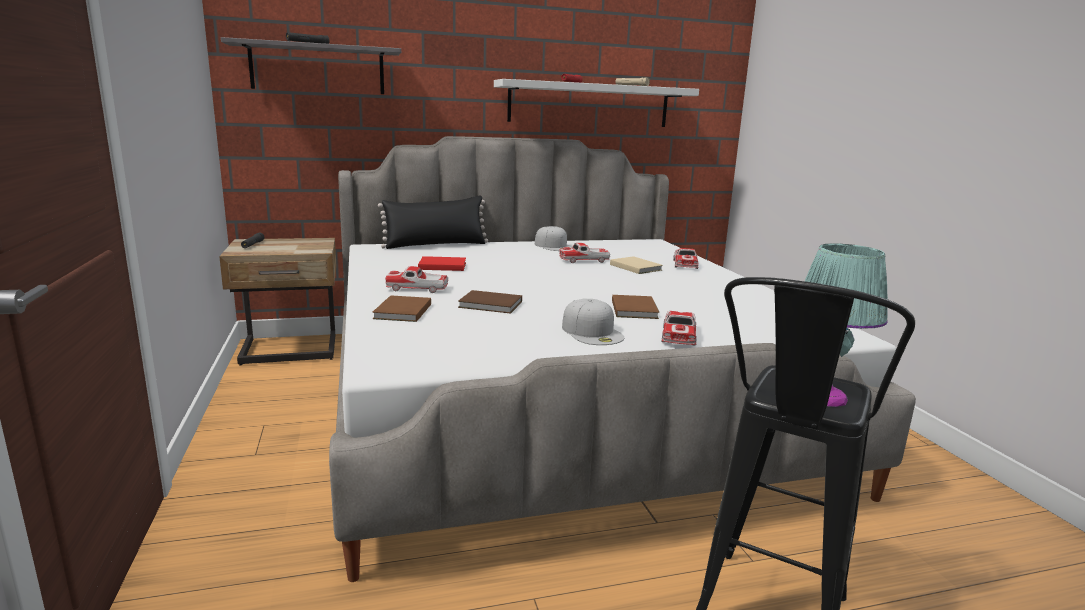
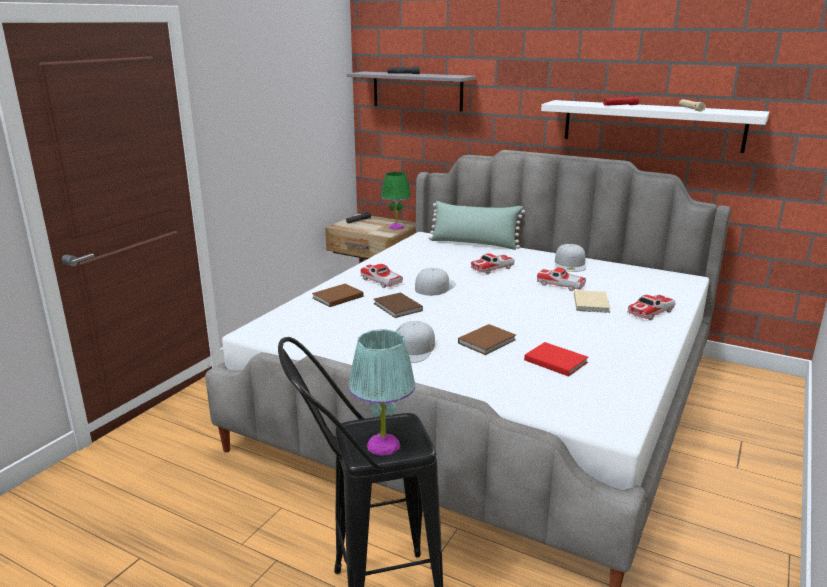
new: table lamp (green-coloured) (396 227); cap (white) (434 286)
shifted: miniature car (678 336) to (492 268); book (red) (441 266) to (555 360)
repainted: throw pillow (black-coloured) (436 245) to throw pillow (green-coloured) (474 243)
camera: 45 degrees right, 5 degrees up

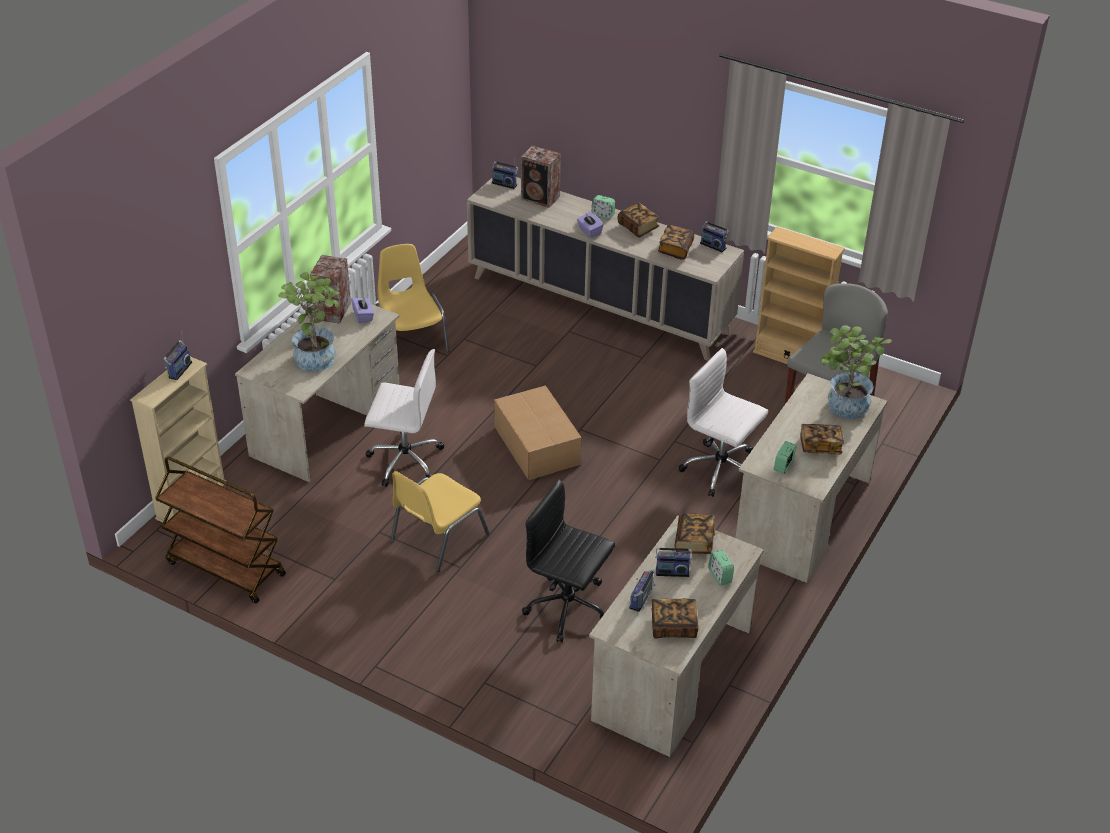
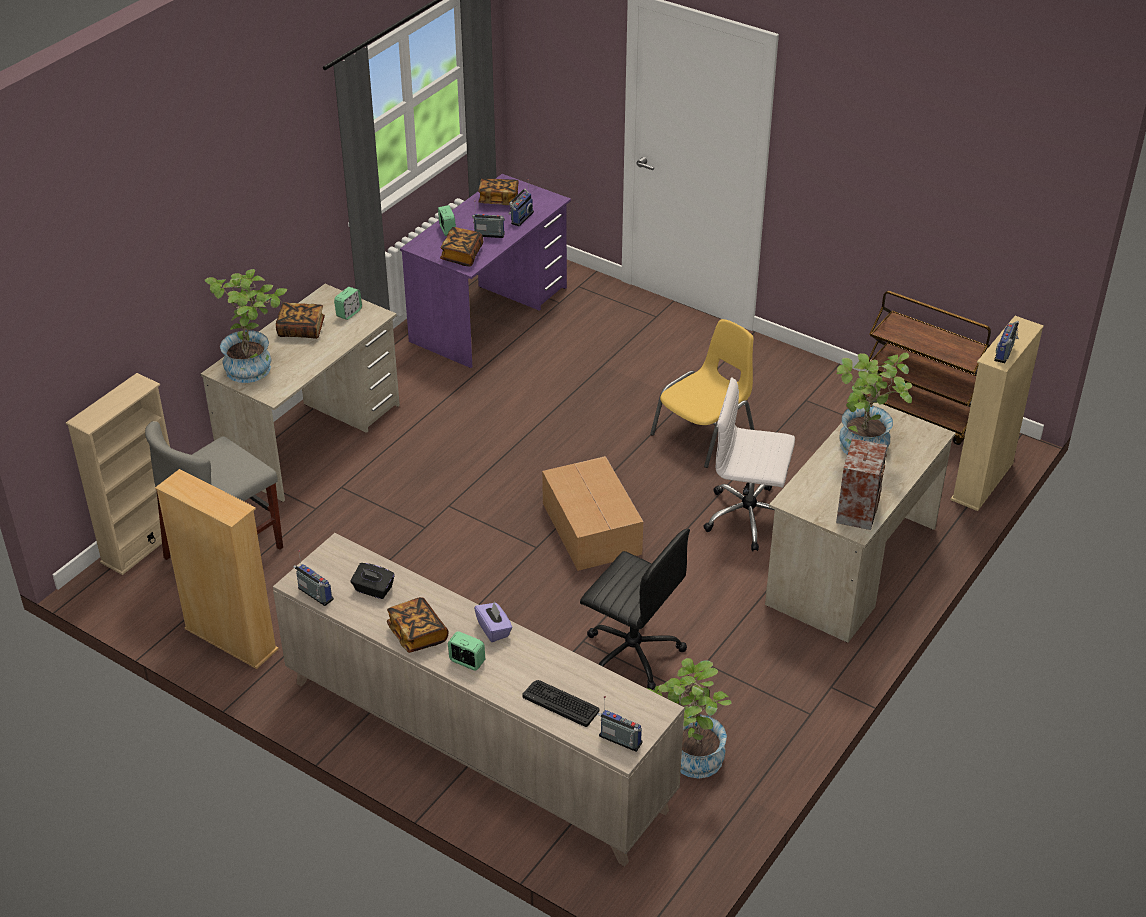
gone: tissue holder (purple-coloured) (363 316); plain chair (yellow) (410 339); desk chair (white) (721 469)
new: shelving unit (beige) (144 543); houseplant (688 759)
shifted: desk chair (black-coloured) (569 608) to (631 653)
swapped: book (675 249) to tissue holder (black-coloured) (373 590); loudspeaker (541 198) to keyboard (561 703)
repainted: desk (beige) (672 675) to desk (purple-coloured) (489 314)
camera: 175 degrees left, 0 degrees up

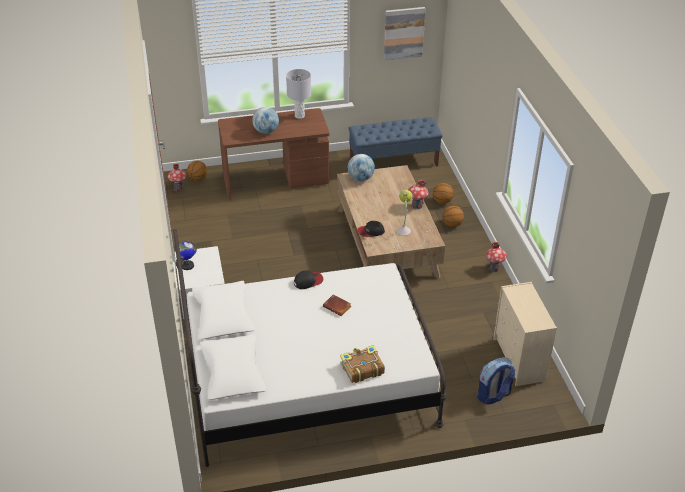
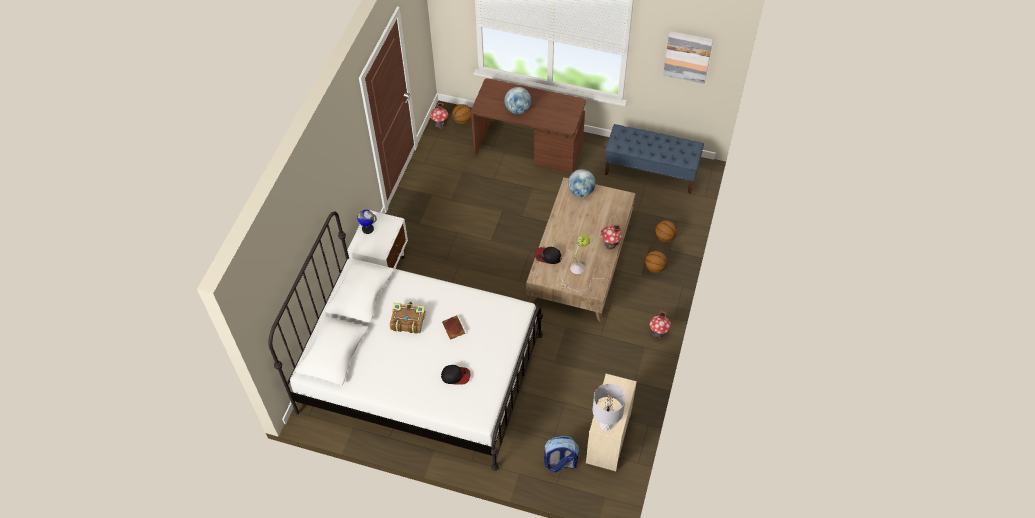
shifted: book (361 368) to (407 320); cap (308 281) to (456 376); table lamp (greyish) (299 116) to (605 424)
camera: 30 degrees right, 15 degrees up

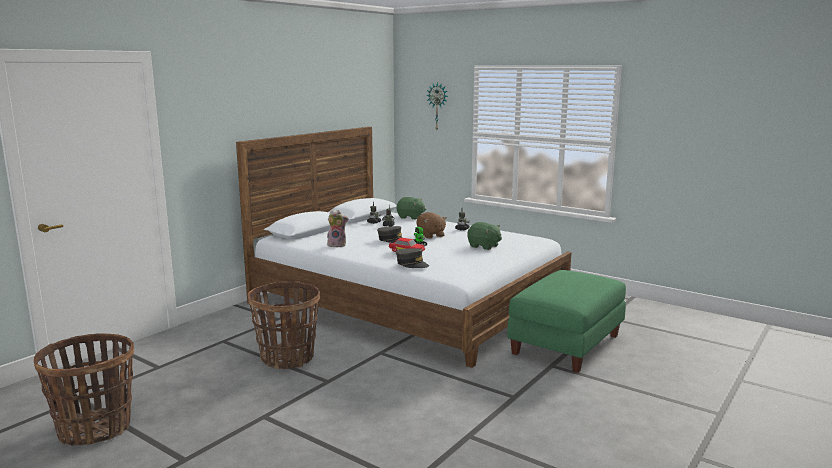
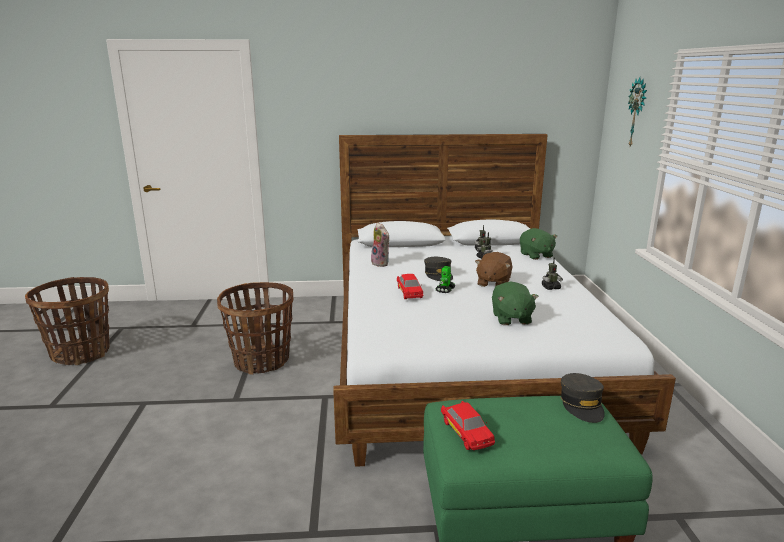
new: miniature car (red) (466 432)
shifted: cap (greyish) (412 264) to (582 405)
camera: 50 degrees right, 5 degrees up

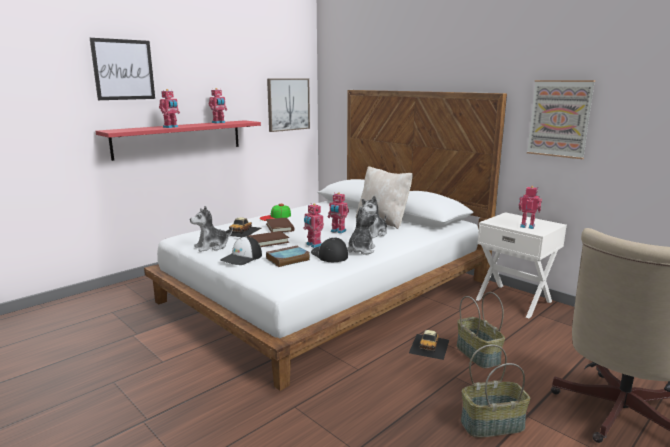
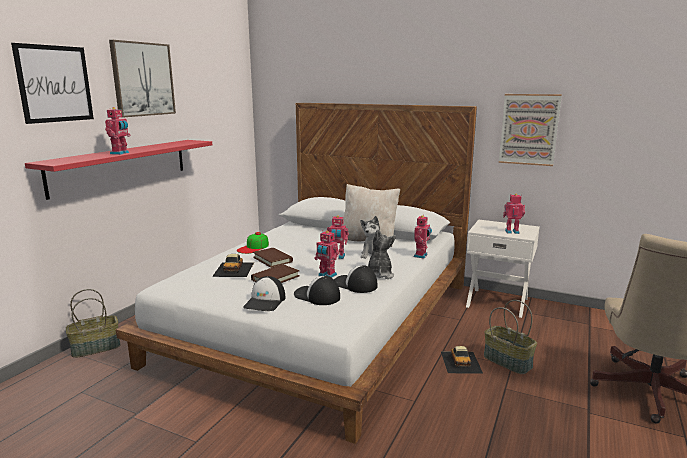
gone: plush toy (212 246)
shifted: basket (492 424) to (96 347); wall picture (288 104) to (143 79); robot figure (219 122) to (421 256)
swapped: book (287 259) to cap (317 296)
camera: 20 degrees left, 0 degrees up

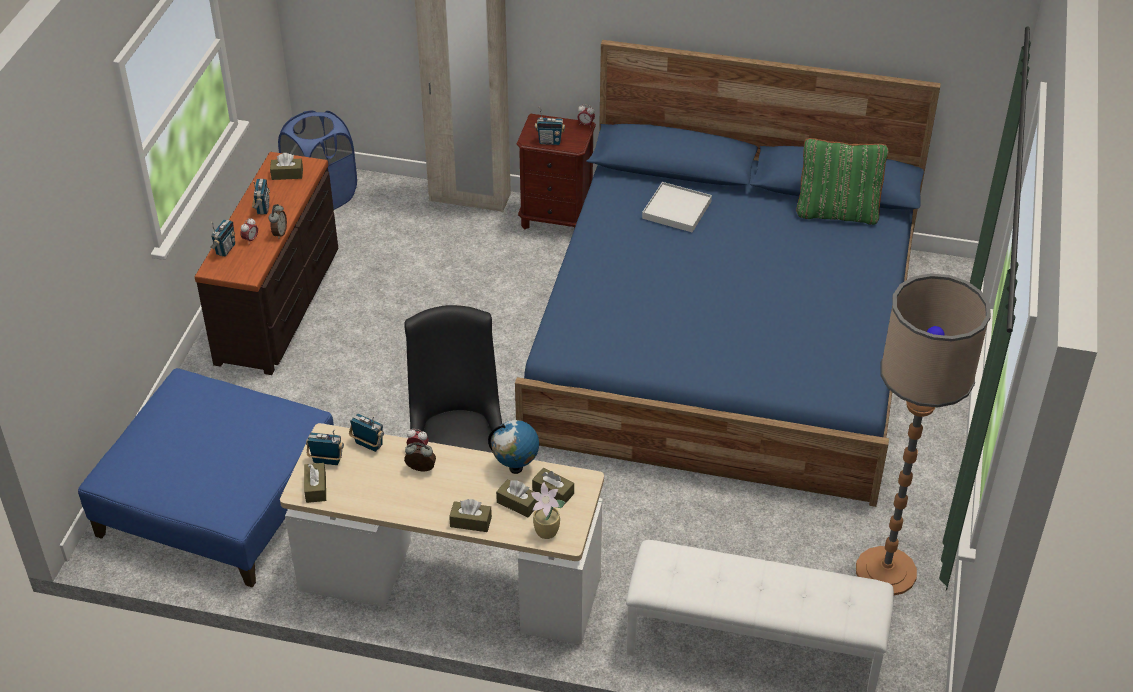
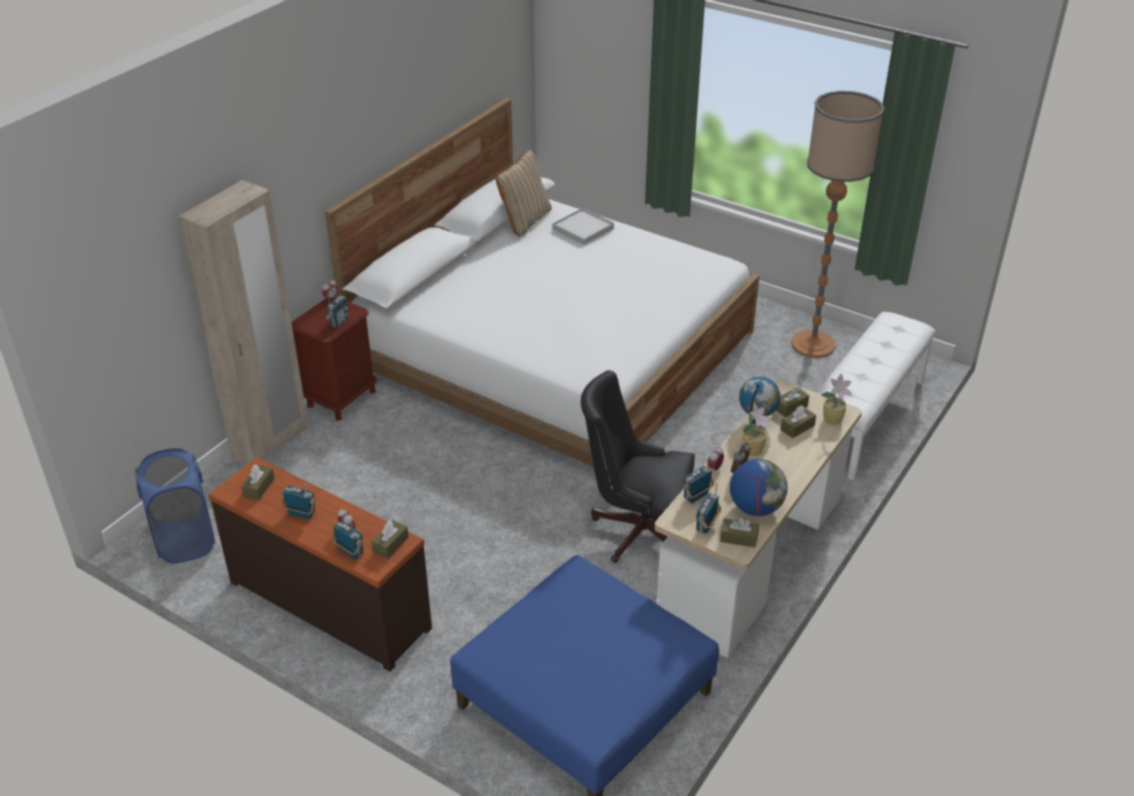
gone: bedside clock (279 233)
new: desk globe (755 508); houseplant (753 450)
shifted: tissue holder (brown-coloured) (470 522) to (390 544); carrying tray (white) (677 210) to (583 229)
repainted: bed (bluish) (725 342) to bed (white) (553 350); throw pillow (green-coloured) (837 212) to throw pillow (beige) (524 220)
camera: 70 degrees left, 5 degrees down

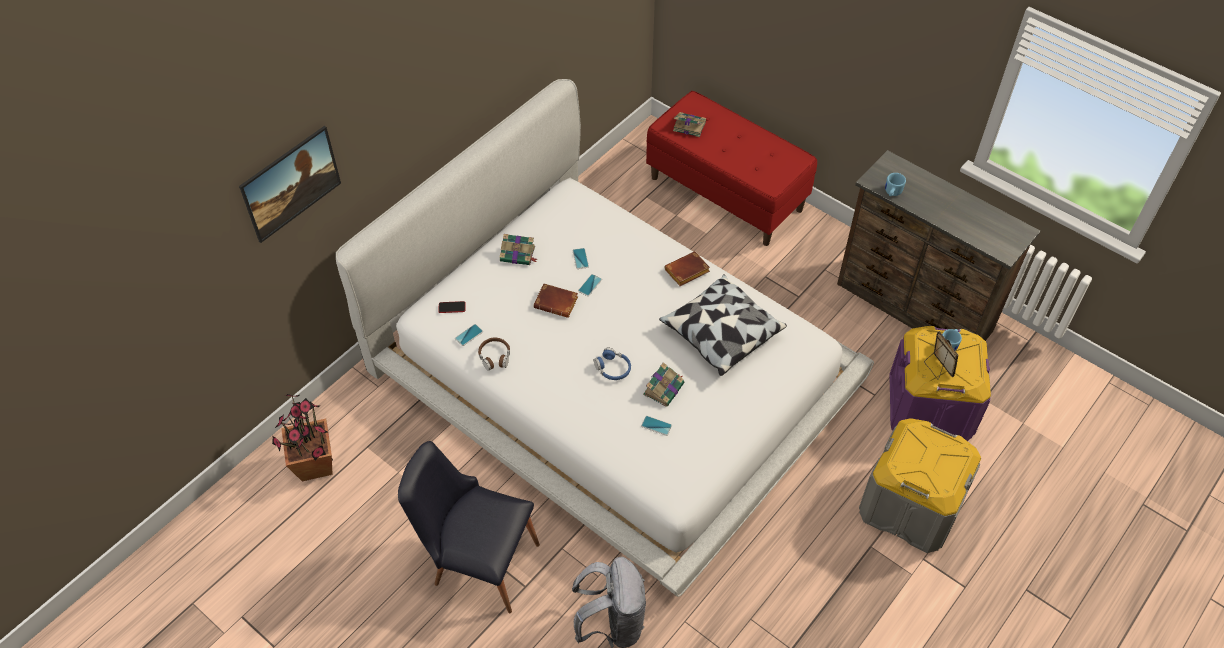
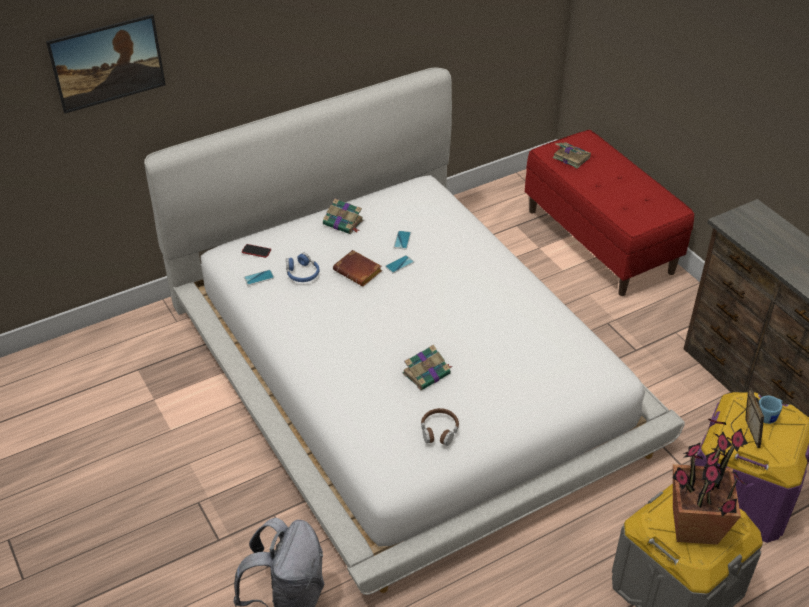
gone: plain chair (black-coloured) (477 560); telephone (656 426); throw pillow (720 333); book (brown-coloured) (686 272); tea mug (bluish) (892 193)
shifted: pair of headphones (bluish) (613 368) to (302 273); pair of headphones (brown-coloured) (495 356) to (439 431); houseplant (315 465) to (694 526)
camera: 20 degrees right, 10 degrees down

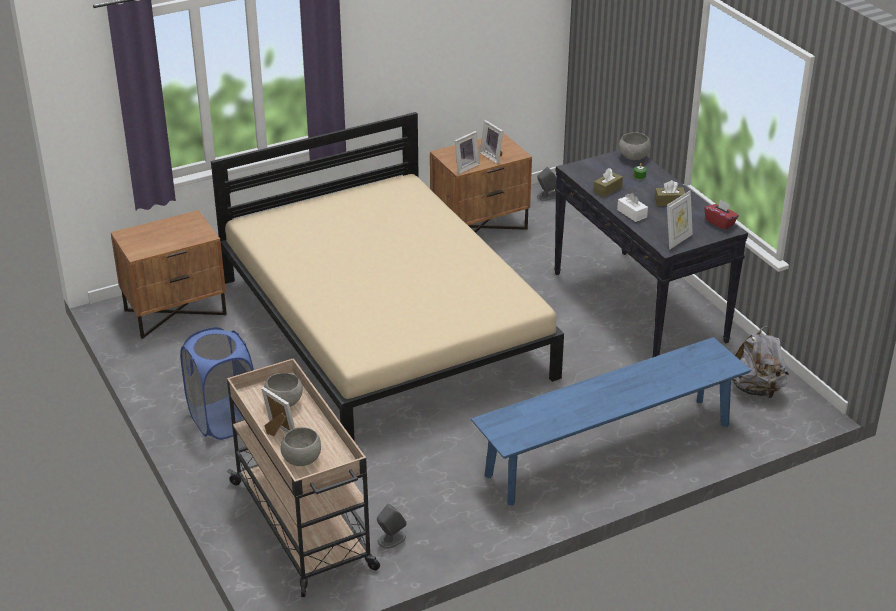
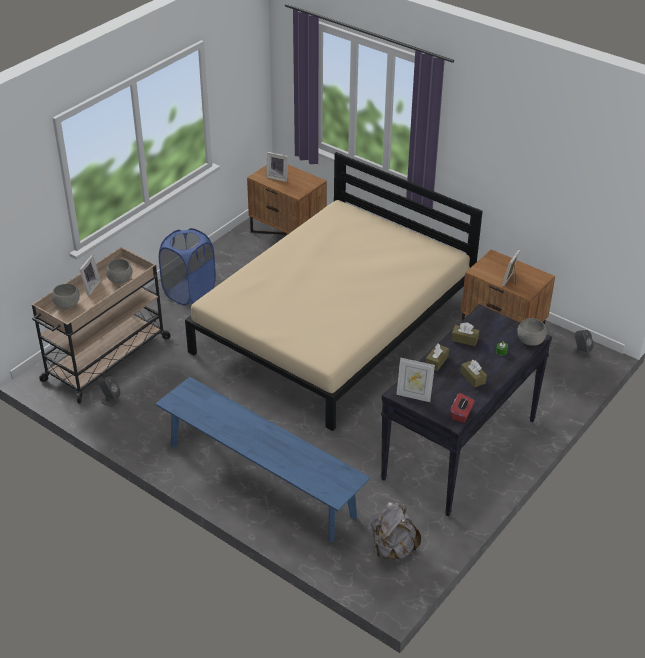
shifted: picture frame (465 167) to (278 177)
repainted: tissue holder (white) (632 213) to tissue holder (brown-coloured) (436 361)
camera: 65 degrees right, 5 degrees up

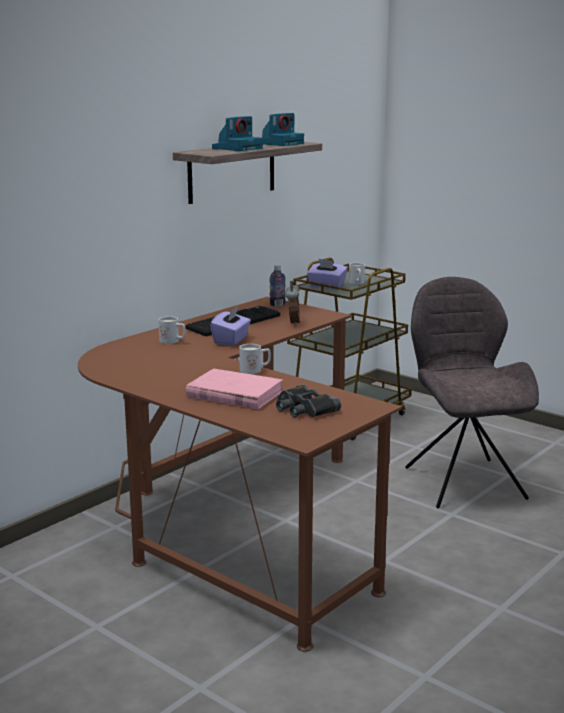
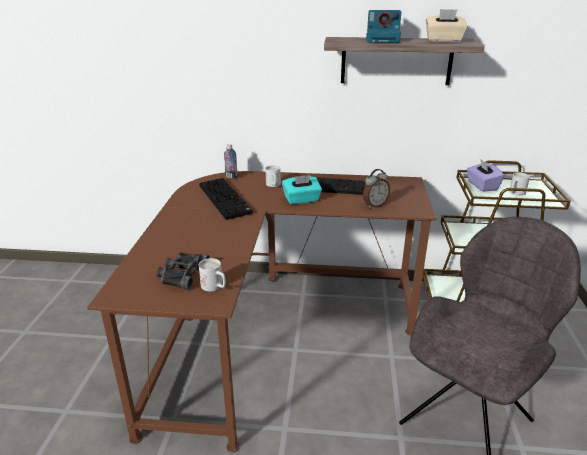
gone: book (pink) (234 394)
new: keyboard (226 199)
shifted: tea mug (white) (255 370) to (215 287); beverage bottle (277 305) to (231 177)
swapped: still camera (280 143) to tissue holder (beige) (444 41)
repainted: tissue holder (purple-coloured) (231 340) to tissue holder (turquoise-coloured) (301 200)
camera: 55 degrees right, 10 degrees up

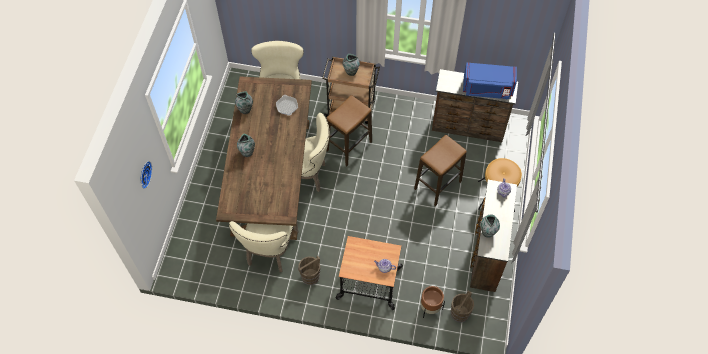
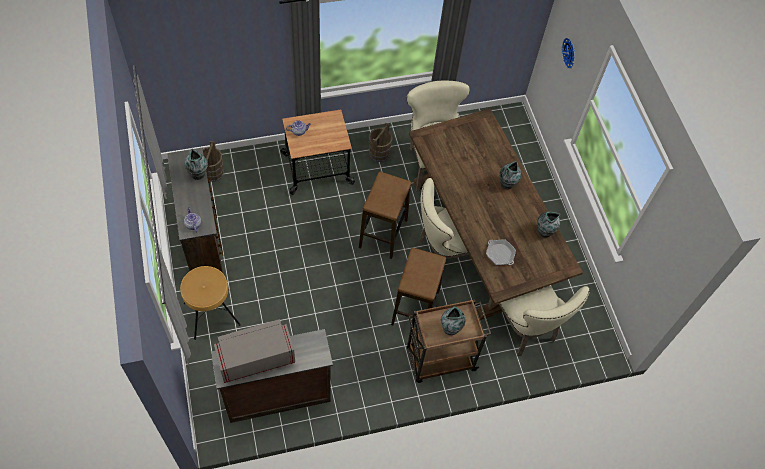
gone: plant pot (brown-coloured) (430 308)
shifted: stool (437 185) to (383 233)
repainted: microwave oven (bluish) (487 89) to microwave oven (greyish) (256 358)
camera: 150 degrees right, 0 degrees up

